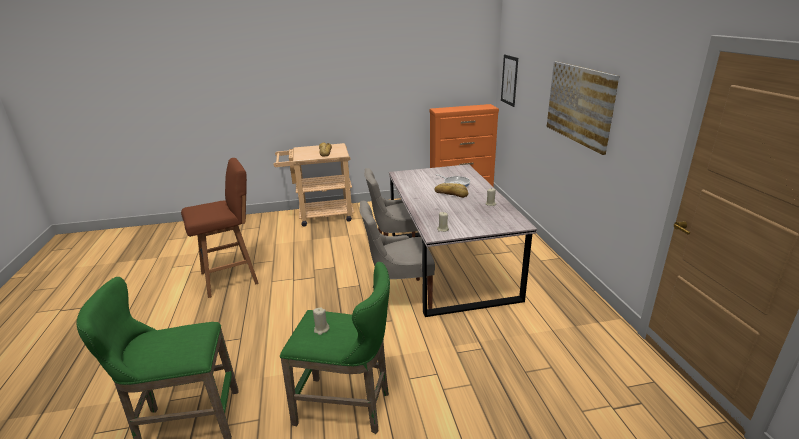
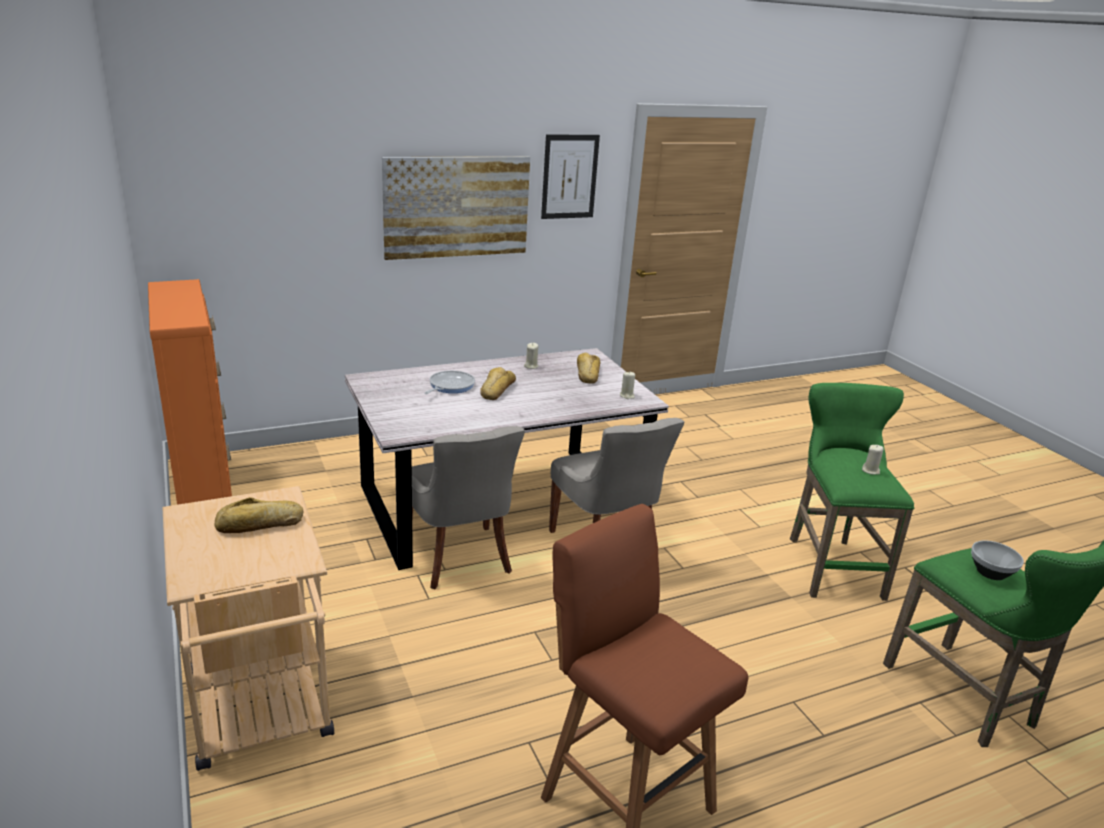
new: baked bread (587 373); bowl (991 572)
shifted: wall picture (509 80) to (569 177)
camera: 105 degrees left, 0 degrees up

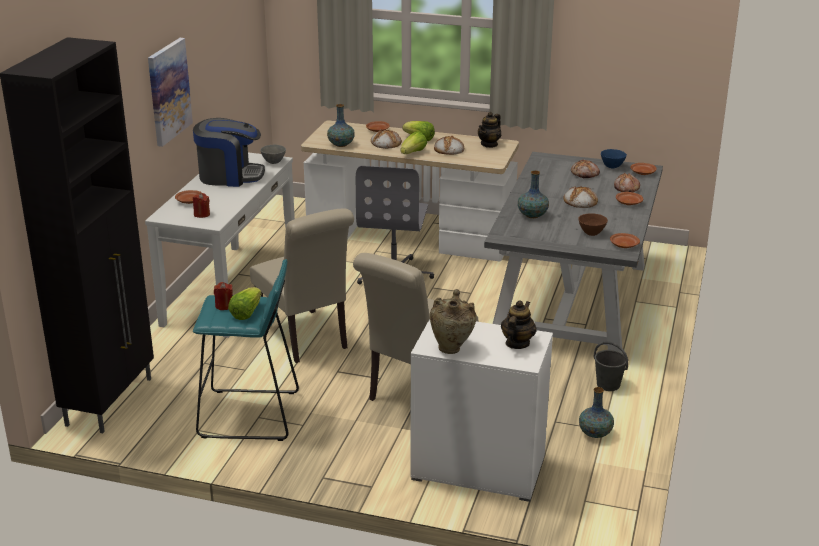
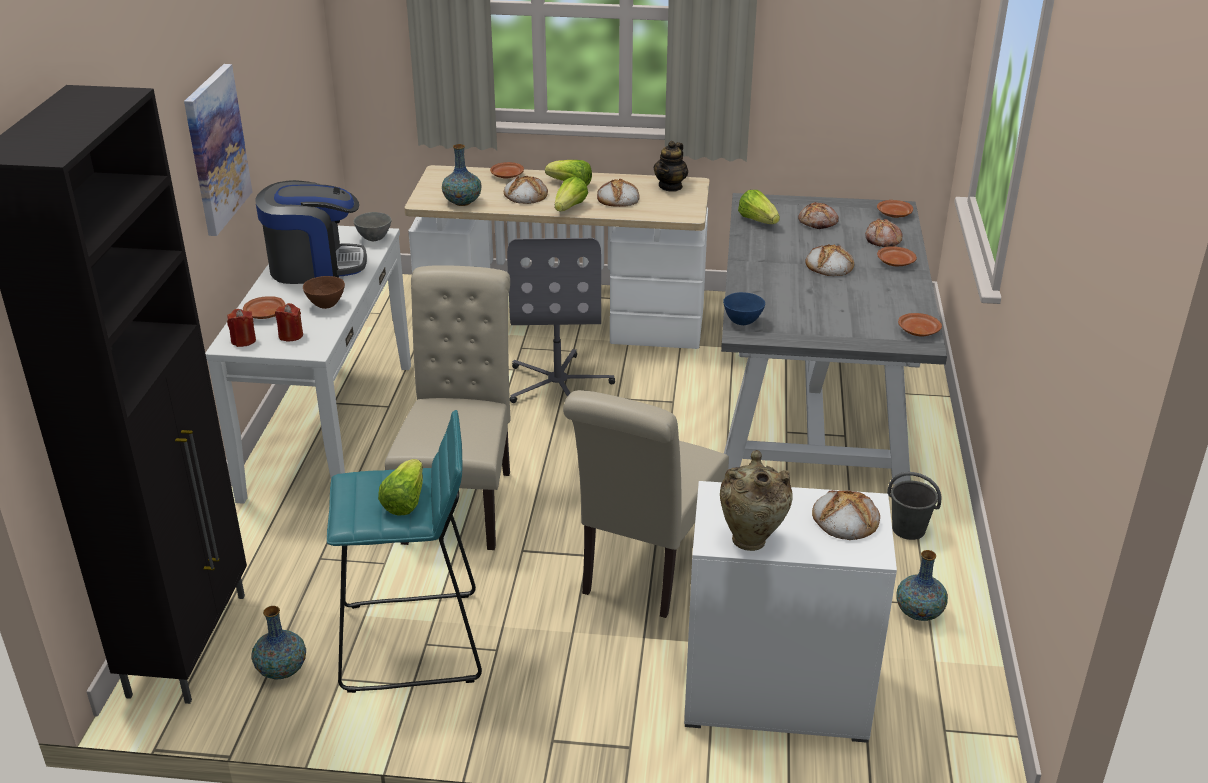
new: lettuce (758 221)
shifted: candle (red) (224 306) to (243 340); vase (532 215) to (281 670); bowl (brown-coloured) (591 233) to (326 305); bowl (bluish) (612 166) to (743 322)
swapped: pot for tea (517 343) to baked bread (844 519)
rotated: plain chair (beige) (306 339) = (461 501) 135 degrees counterclockwise
camera: 10 degrees left, 5 degrees up

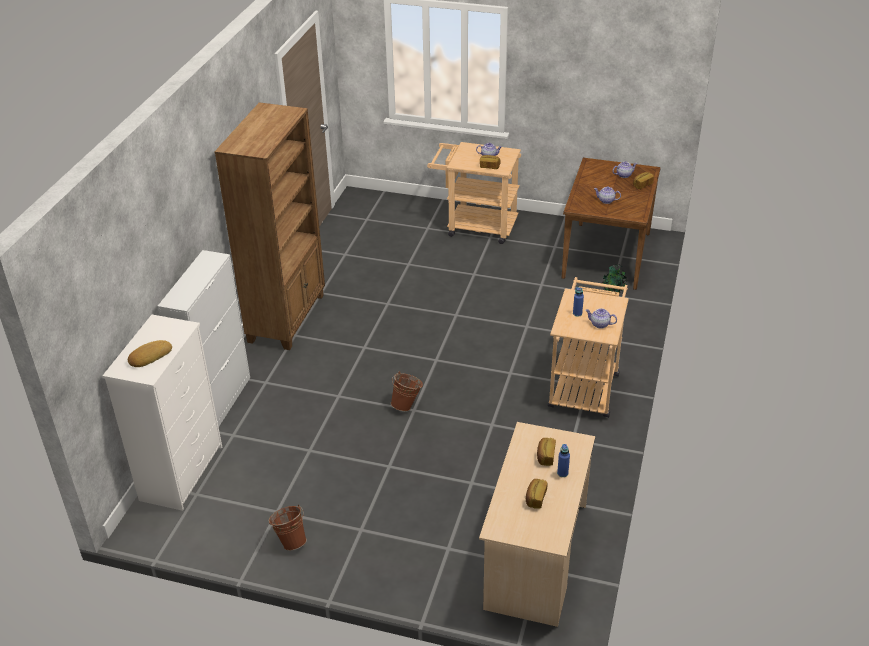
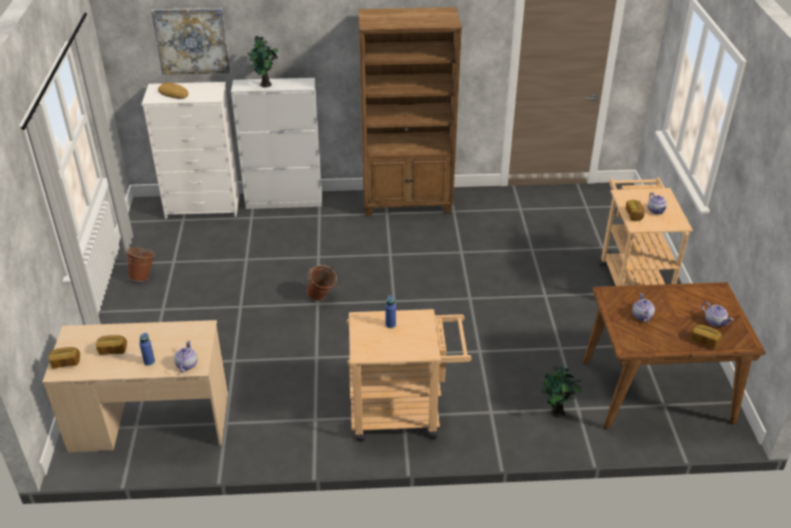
new: wall picture (191 41); houseplant (265 85)
shifted: baked bread (545 457) to (66 362); pot for tea (599 324) to (186 364)
camera: 70 degrees right, 0 degrees up

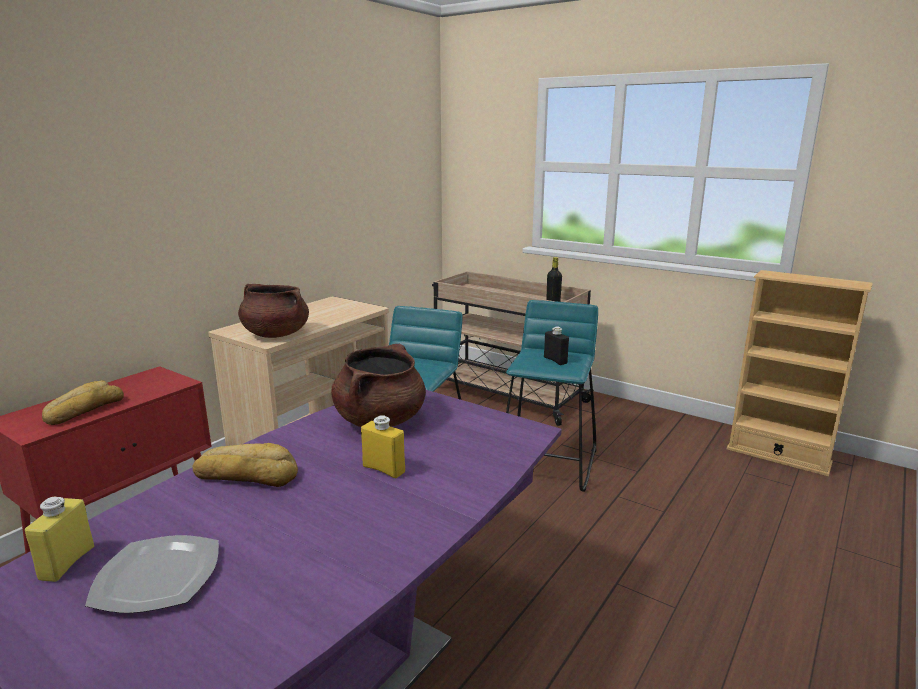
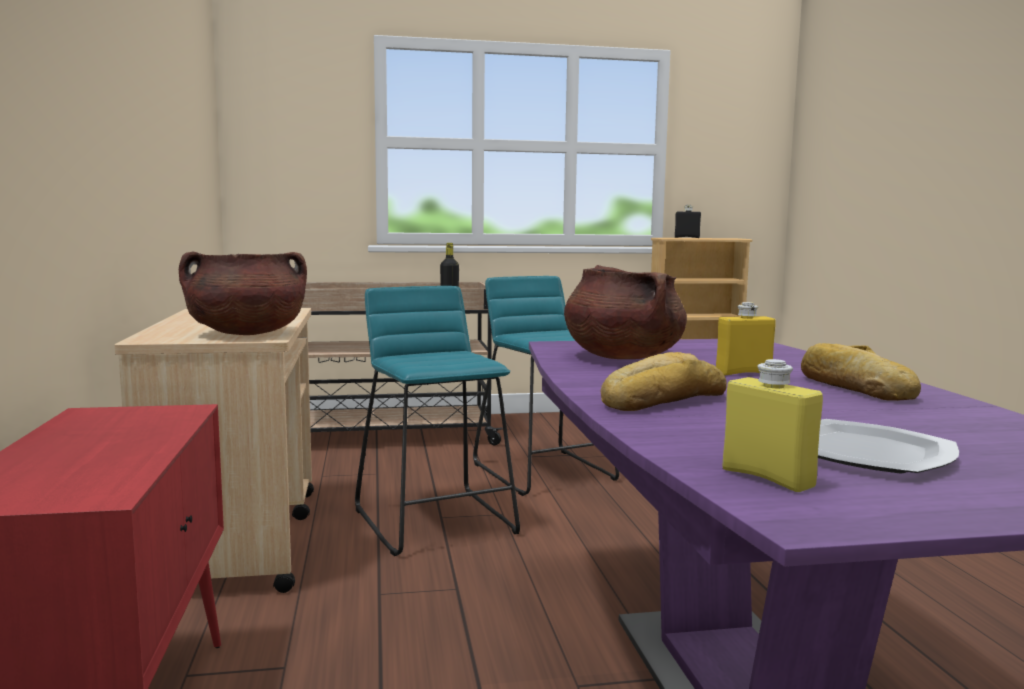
shifted: beverage bottle (black-coloured) (555 360) to (687 237); baked bread (83 410) to (854 388)
camera: 45 degrees left, 10 degrees down

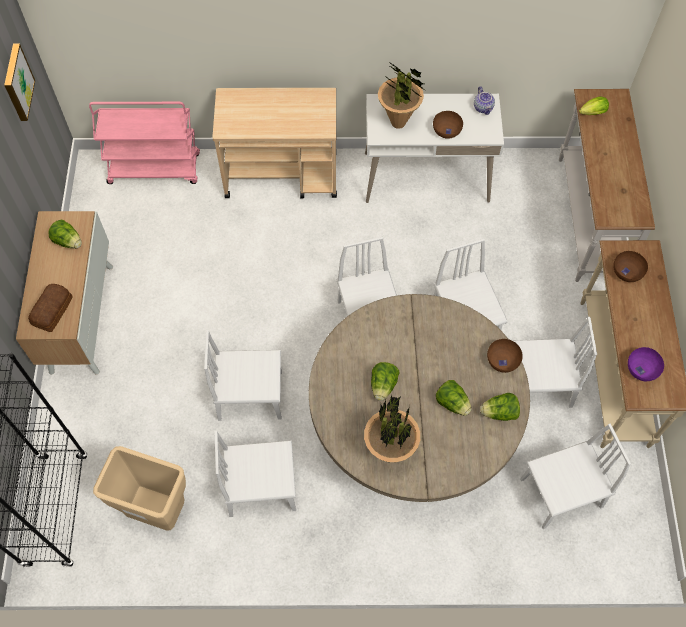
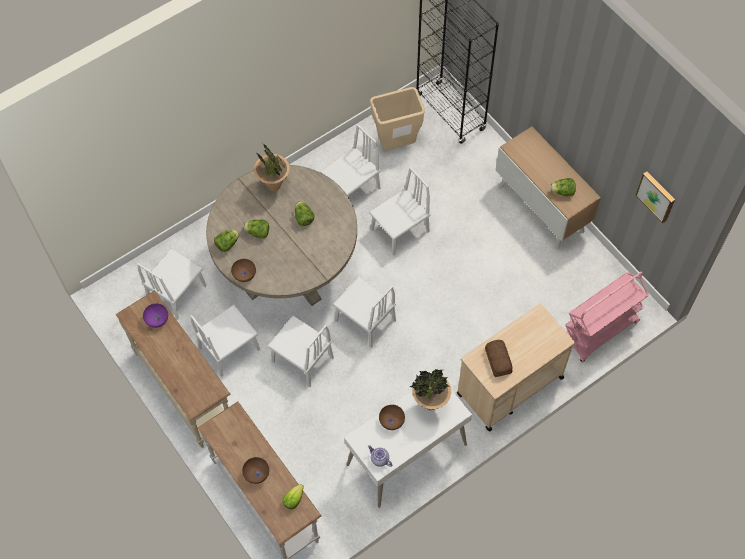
shifted: bowl (brown-coloured) (627 272) to (256 473); baked bread (53 311) to (497 361)
camera: 145 degrees right, 0 degrees up

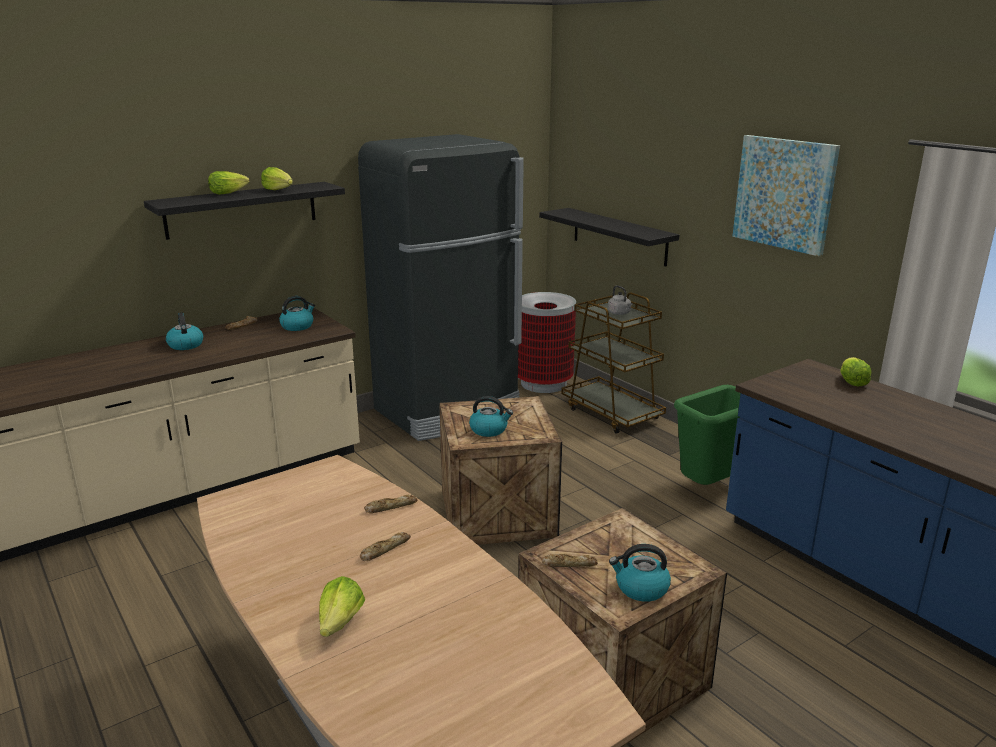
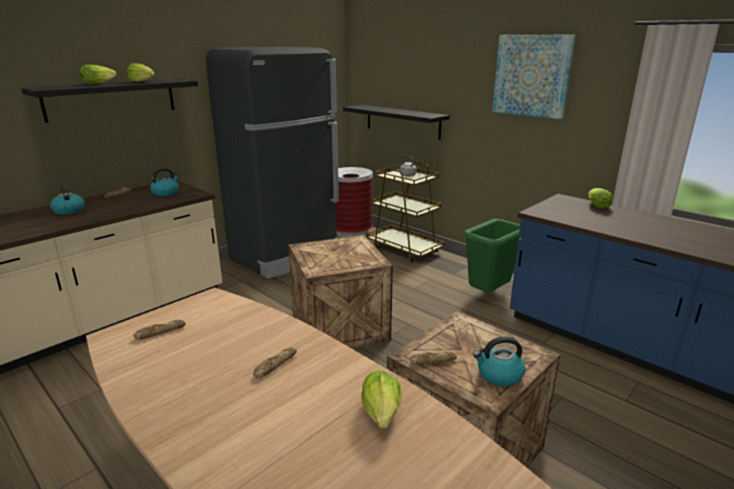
gone: water kettle (489 430)
shifted: baked bread (390 507) to (160 332); lettuce (340 622) to (382 413)
camera: 10 degrees left, 0 degrees up

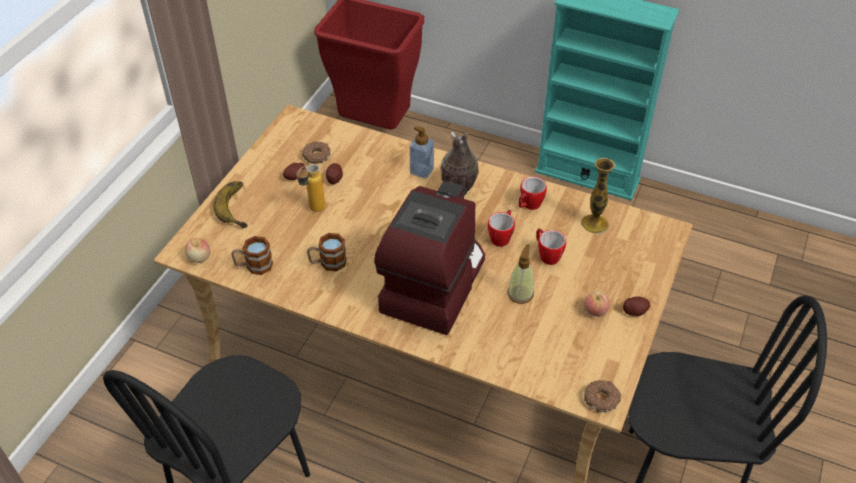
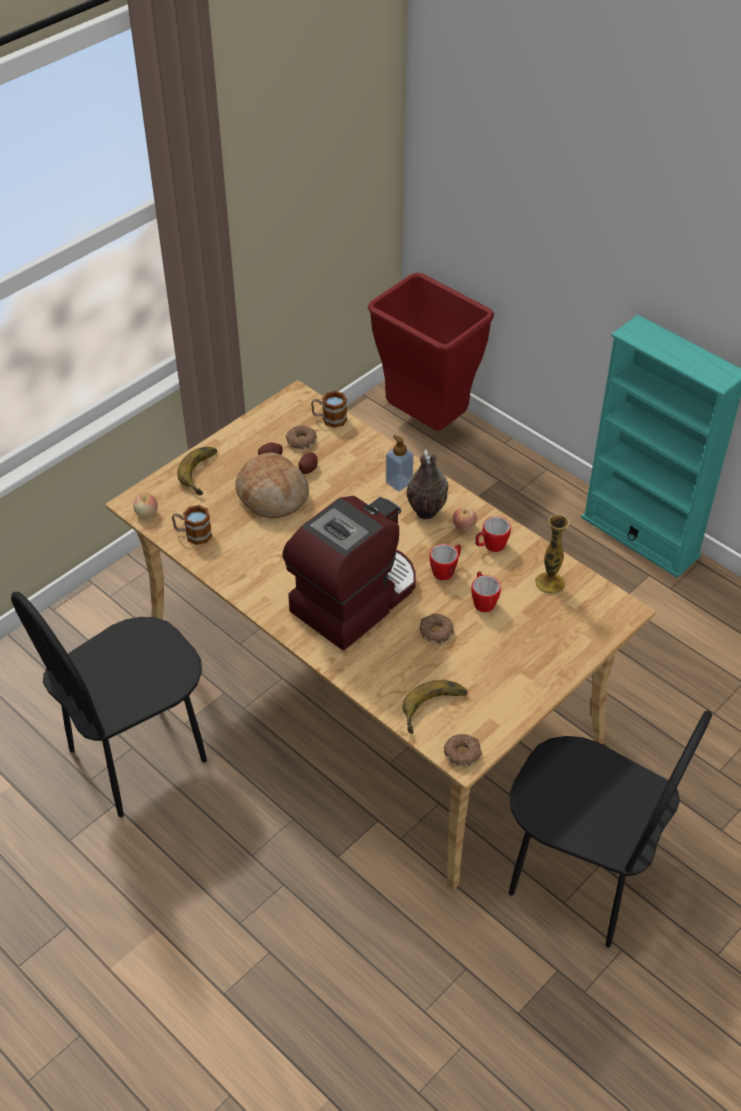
gone: potato (635 311)
new: whole banana (436 710)
shifted: tea mug (328 263) to (329 419); apple fruit (595 311) to (464 526)
swapped: beverage bottle (313 211) to baked bread (272 495); liquid soap bottle (520 294) to doughnut (435 631)
camera: 20 degrees right, 0 degrees up

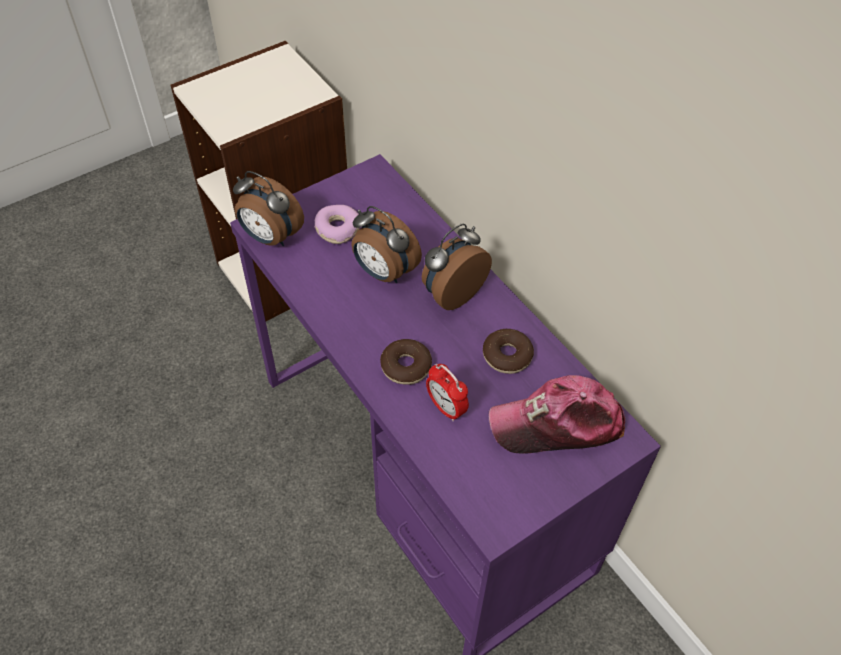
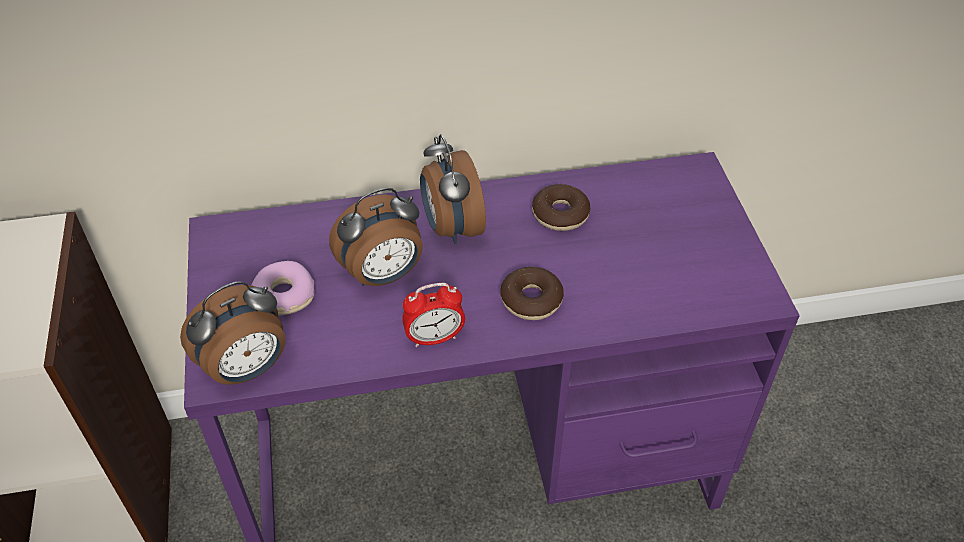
gone: cap (557 424)
shifted: bedside clock (446 408) to (434 338)
camera: 65 degrees left, 5 degrees down

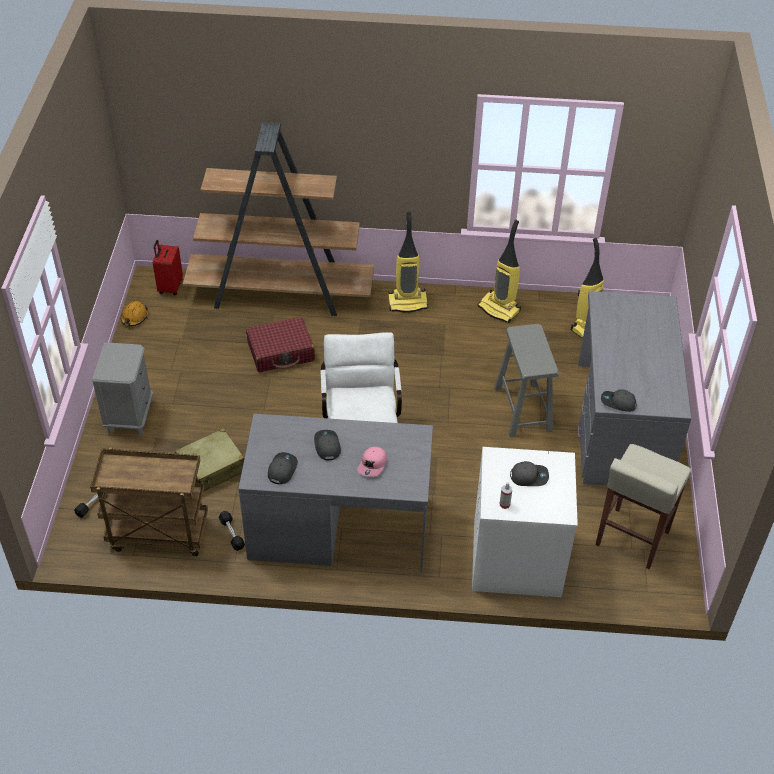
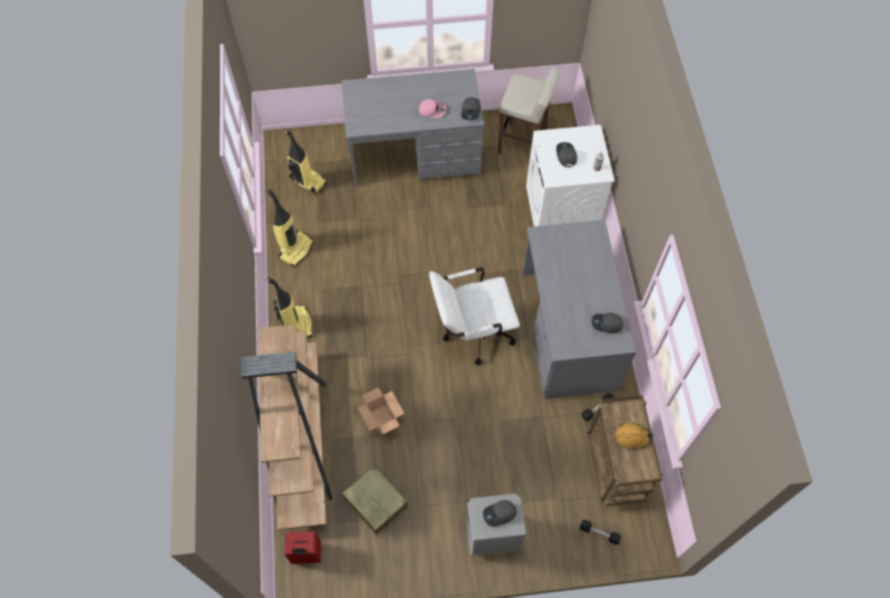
gone: stool (greyish) (523 409)
shifted: suitcase (beige) (212 468) to (375 502); cap (pink) (373 465) to (432 110); cap (greyish) (327 446) to (499 514); work helmet (orange-coloured) (134 317) to (631 437)
swapped: suitcase (red) (281 352) to packing box (382 420)
camera: 100 degrees left, 15 degrees up

